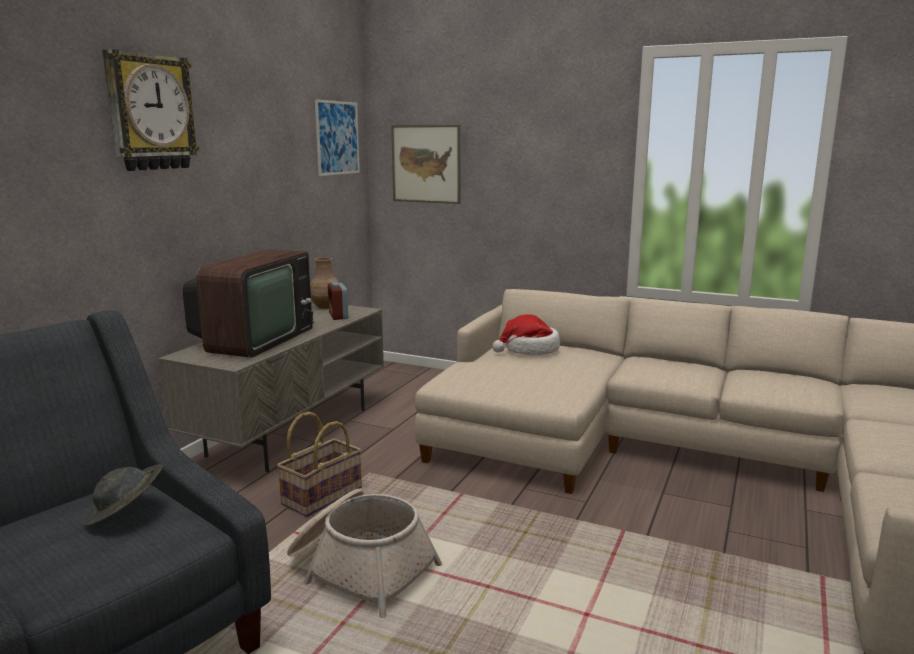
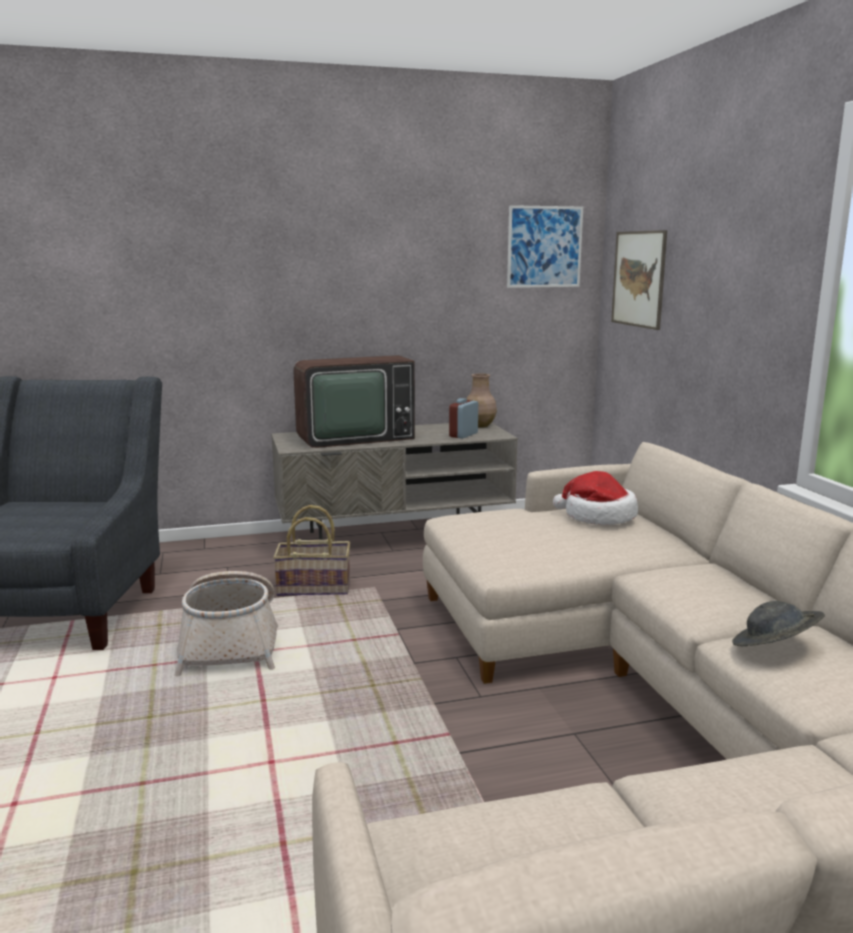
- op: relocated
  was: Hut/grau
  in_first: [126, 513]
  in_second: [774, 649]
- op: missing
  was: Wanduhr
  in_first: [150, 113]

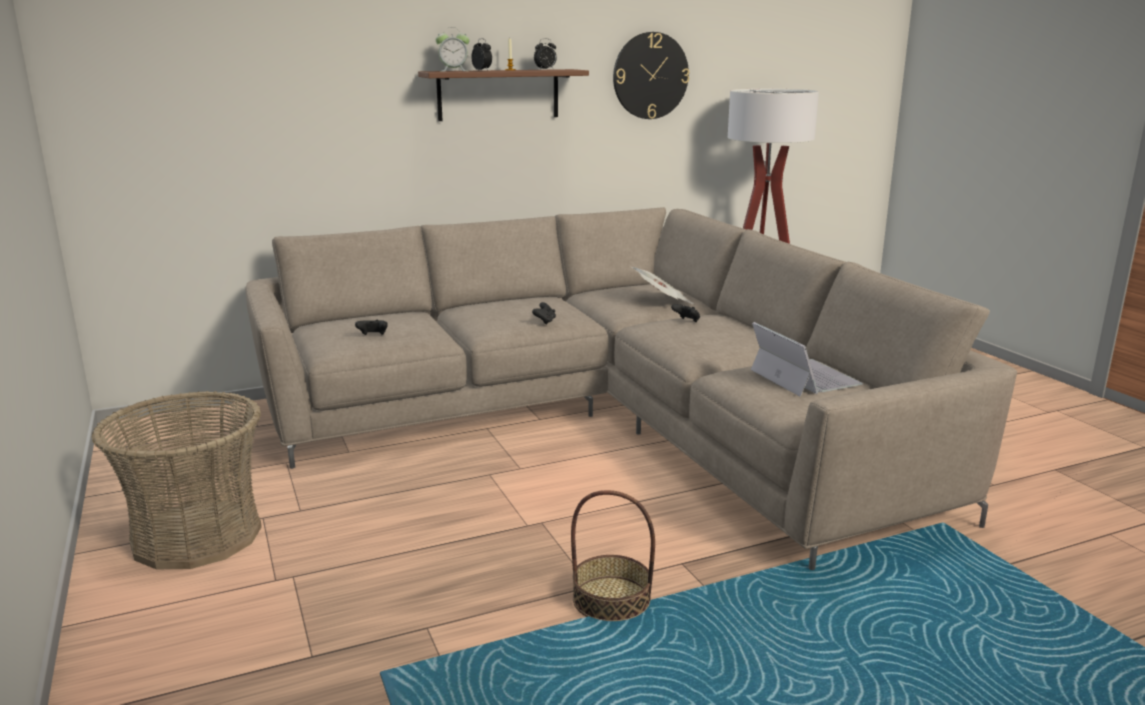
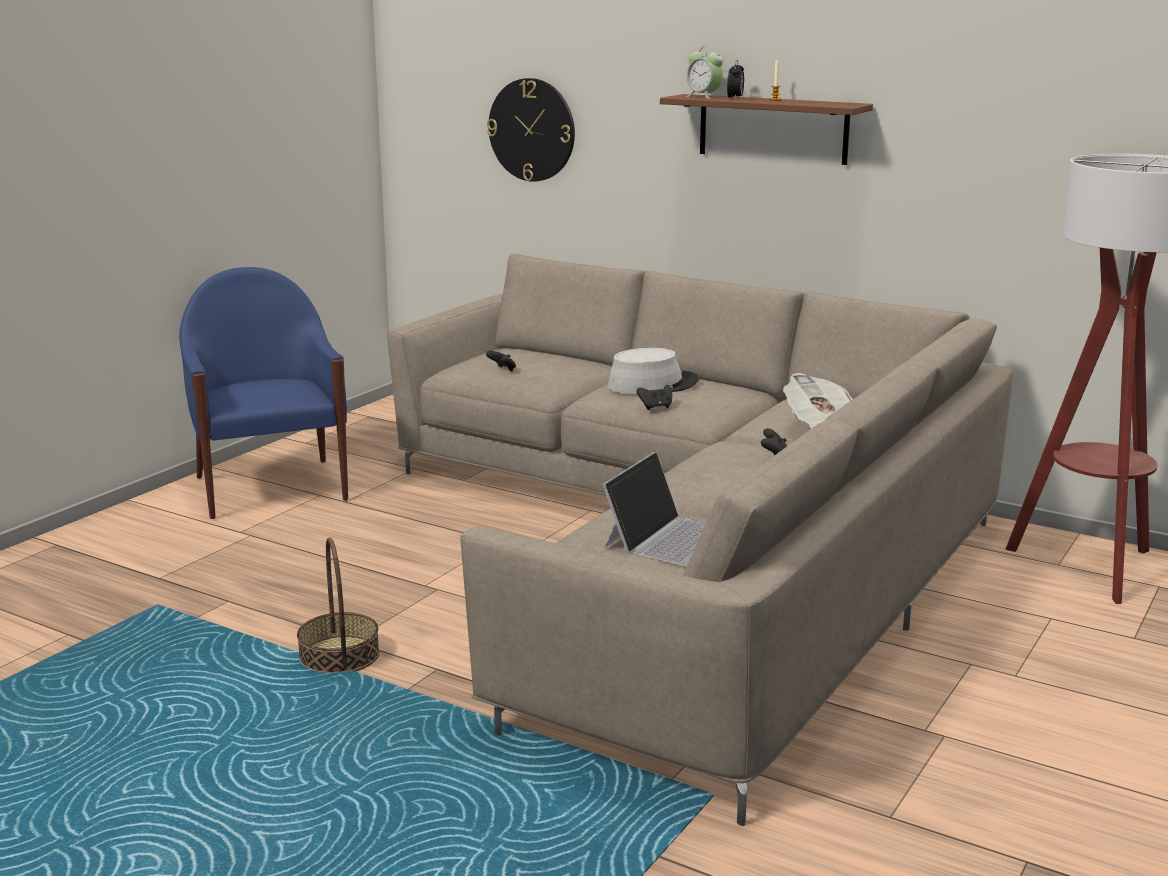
- op: exchanged
  was: Korb
  now: Sessel/blau
  in_first: [197, 535]
  in_second: [271, 487]
- op: missing
  was: Wecker
  in_first: [545, 69]
- op: relocated
  was: Wanduhr
  in_first: [650, 76]
  in_second: [532, 130]
- op: appeared
  now: Hut/grau
  in_second: [652, 384]

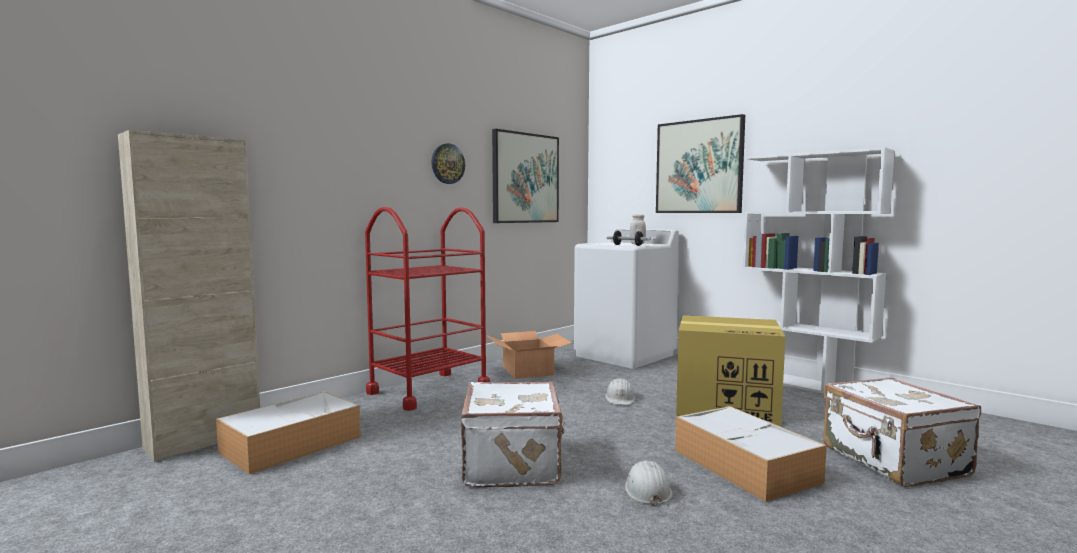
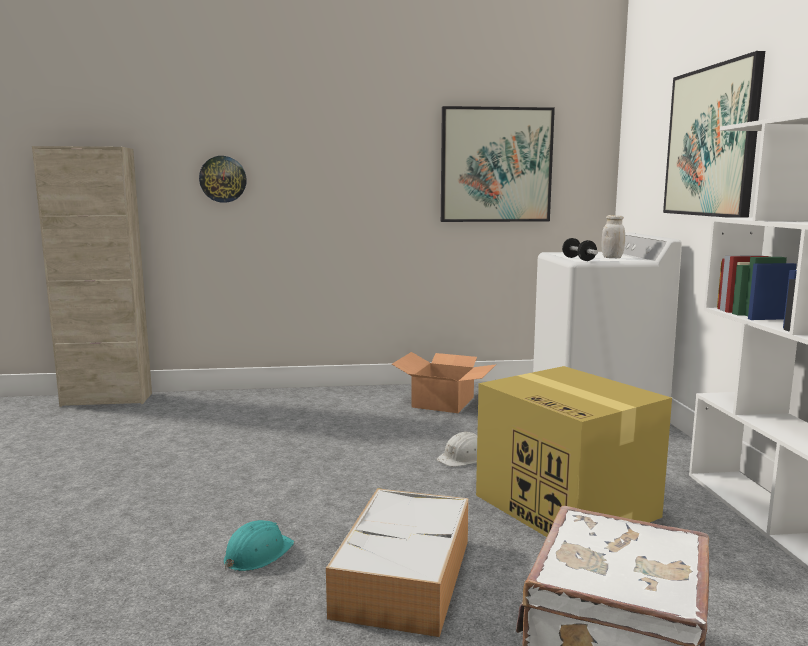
- op: missing
  was: Aufbewahrungsbox
  in_first: [293, 444]
- op: missing
  was: Rollwagen/rot
  in_first: [429, 390]
- op: relocated
  was: Wanduhr
  in_first: [447, 163]
  in_second: [223, 179]
- op: missing
  was: Koffer/weiß
  in_first: [514, 464]
- op: colour
  was: Schutzhelm/weiß
  now: Schutzhelm/türkis
  in_first: [647, 490]
  in_second: [257, 554]

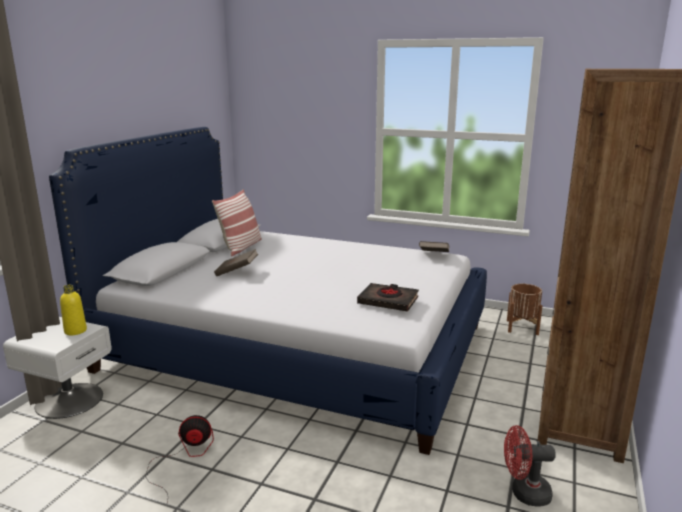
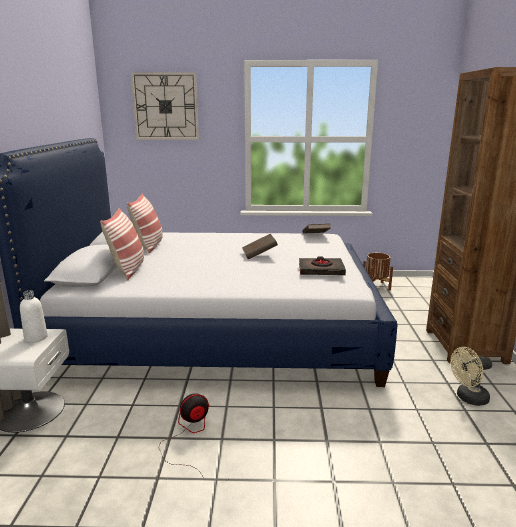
- op: colour
  was: Flasche/gelb
  now: Flasche/weiß
  in_first: [75, 331]
  in_second: [36, 338]
- op: relocated
  was: Buch/braun
  in_first: [237, 272]
  in_second: [259, 255]
- op: colour
  was: Ventilator/rot
  now: Ventilator/beige
  in_first: [524, 493]
  in_second: [468, 398]
- op: appeared
  now: Kissen
  in_second: [128, 269]
- op: appeared
  now: Wanduhr
  in_second: [165, 106]

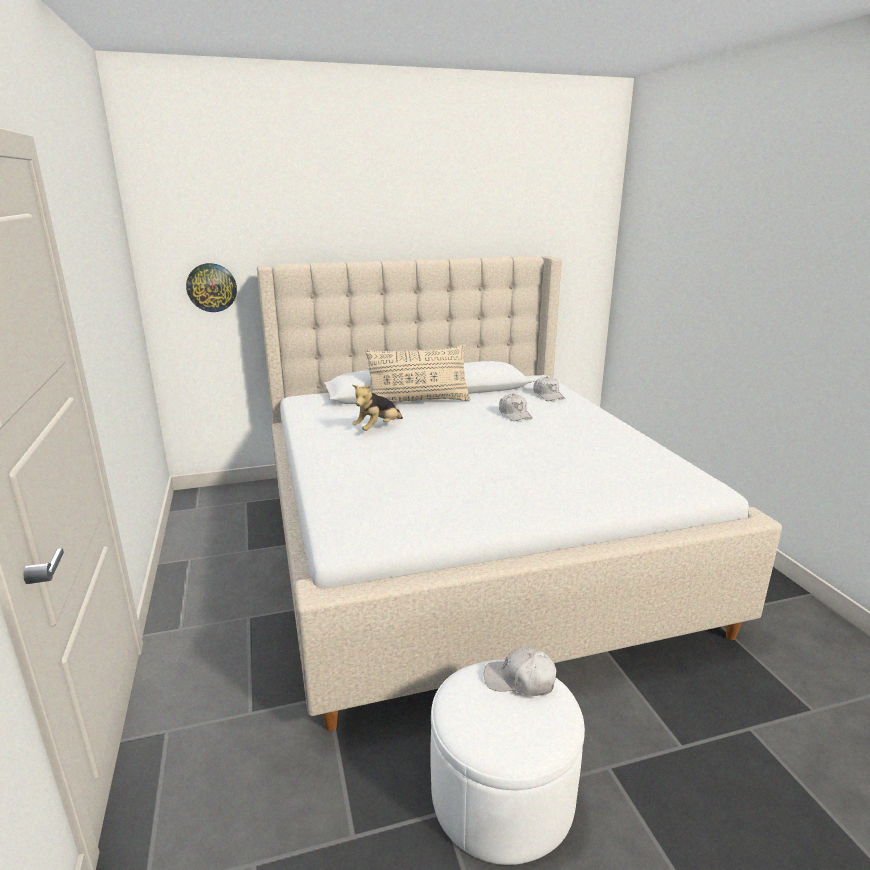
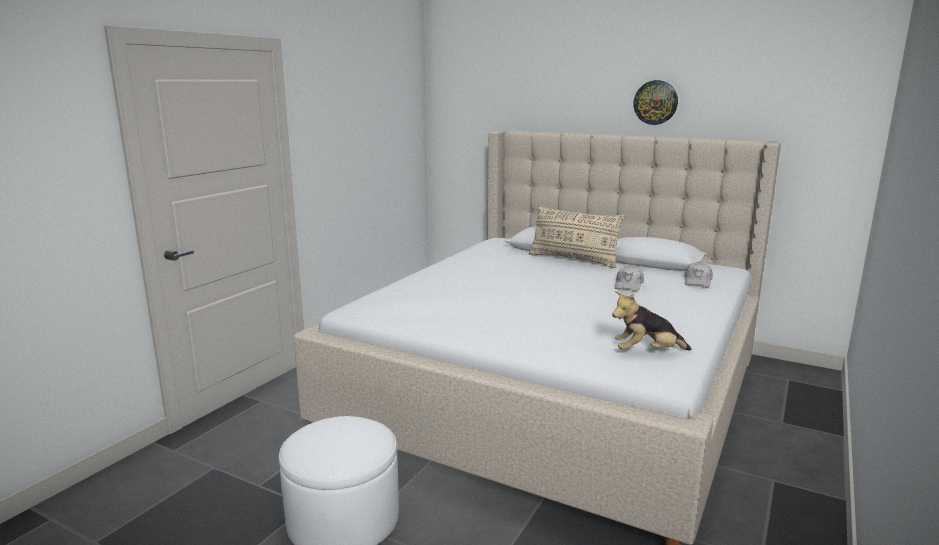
- op: relocated
  was: Wanduhr
  in_first: [211, 287]
  in_second: [655, 102]
- op: relocated
  was: Plüschtier
  in_first: [378, 428]
  in_second: [647, 352]
- op: missing
  was: Kappe/weiß
  in_first: [520, 680]

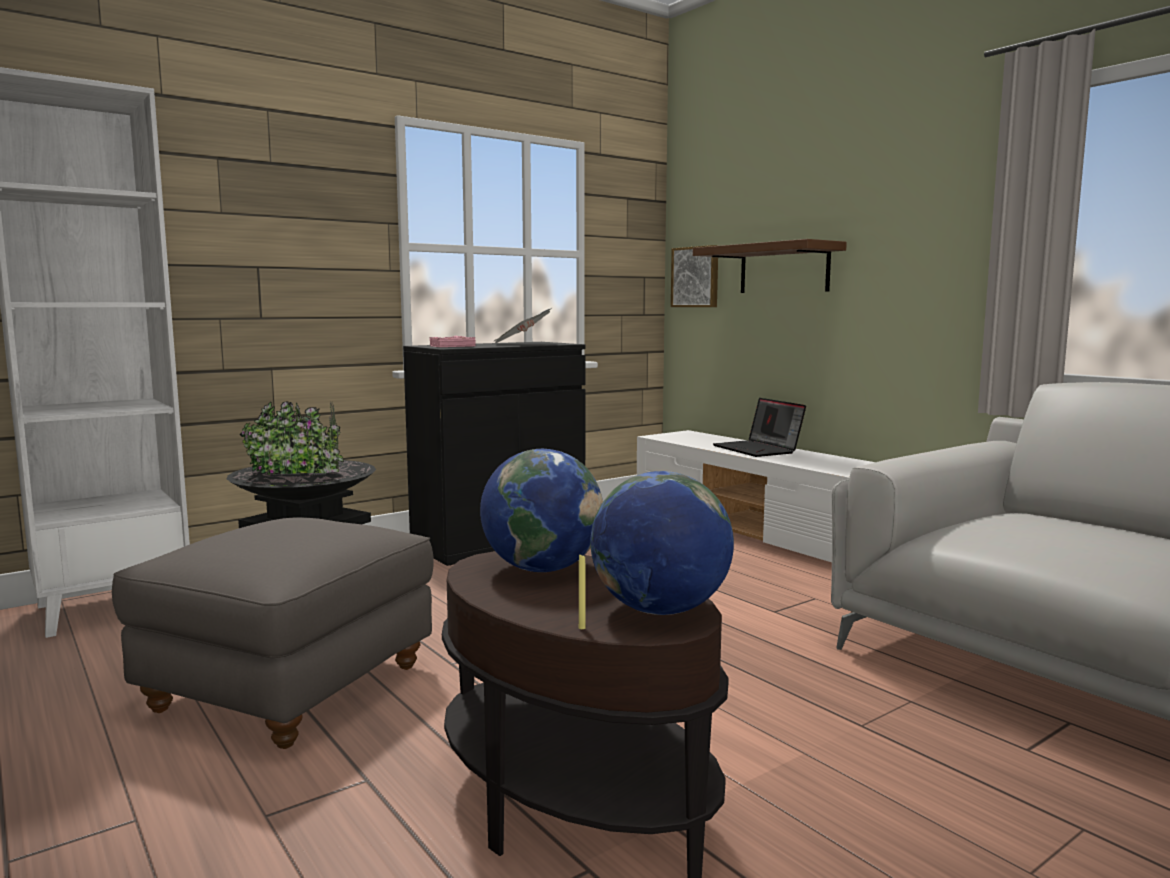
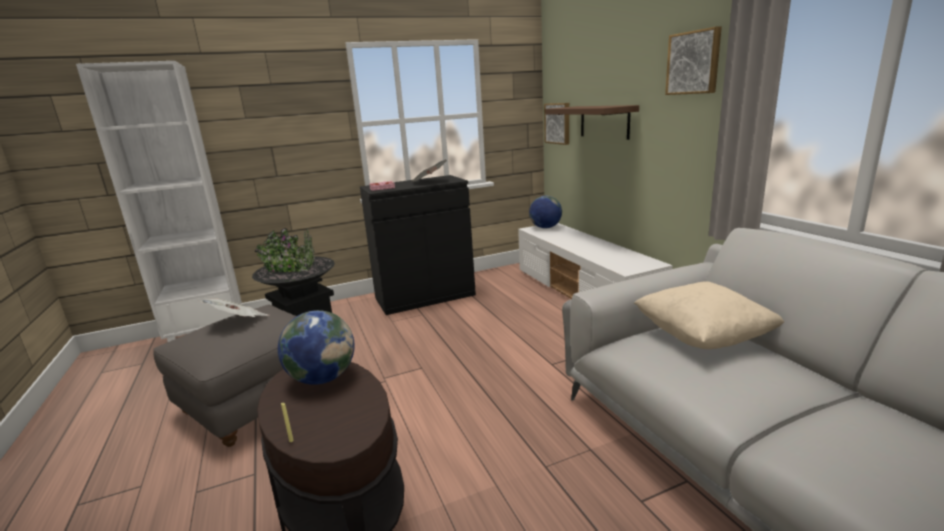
- op: relocated
  was: Globus
  in_first: [660, 610]
  in_second: [545, 227]
- op: missing
  was: Laptop
  in_first: [758, 449]
- op: appeared
  now: Zeitung
  in_second: [239, 321]
- op: appeared
  now: Kissen/beige
  in_second: [702, 337]
- op: appeared
  now: Bild
  in_second: [694, 63]

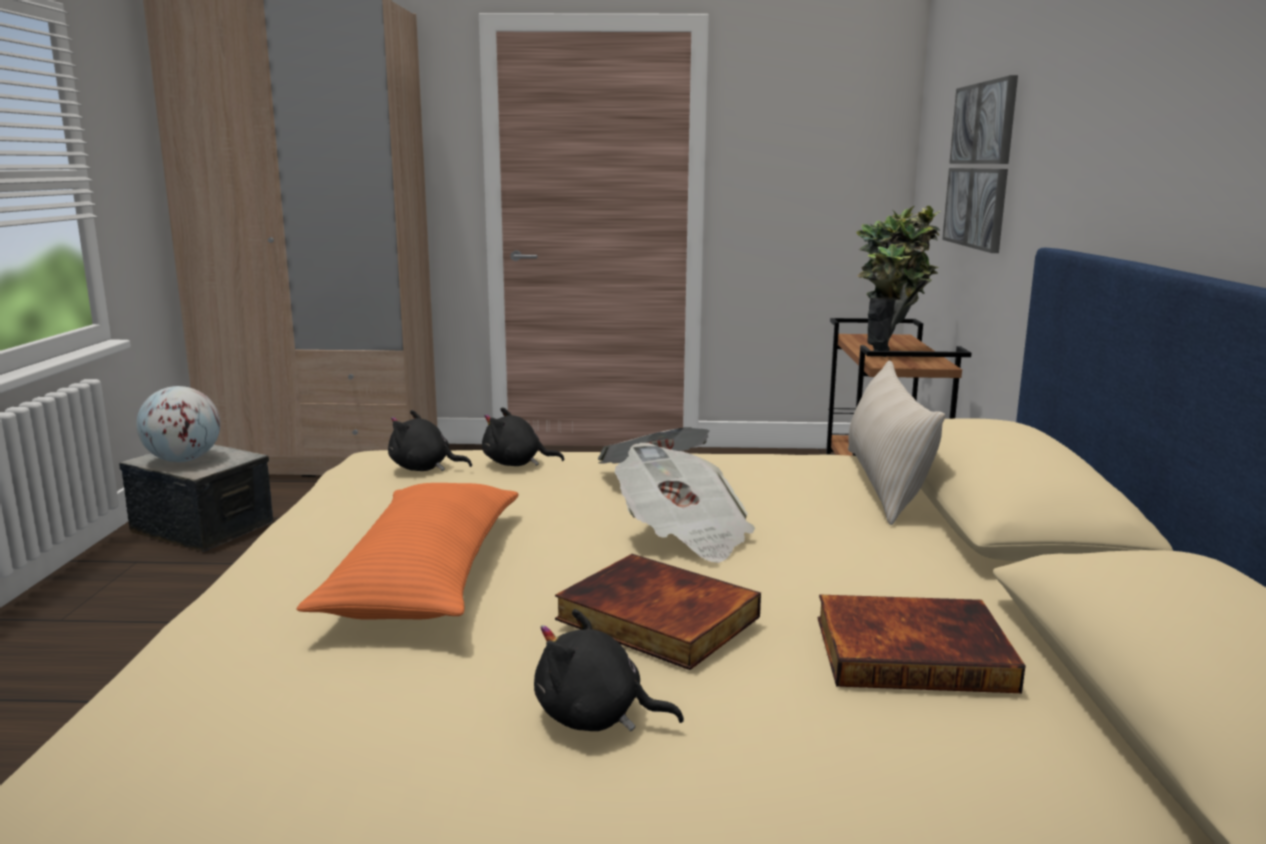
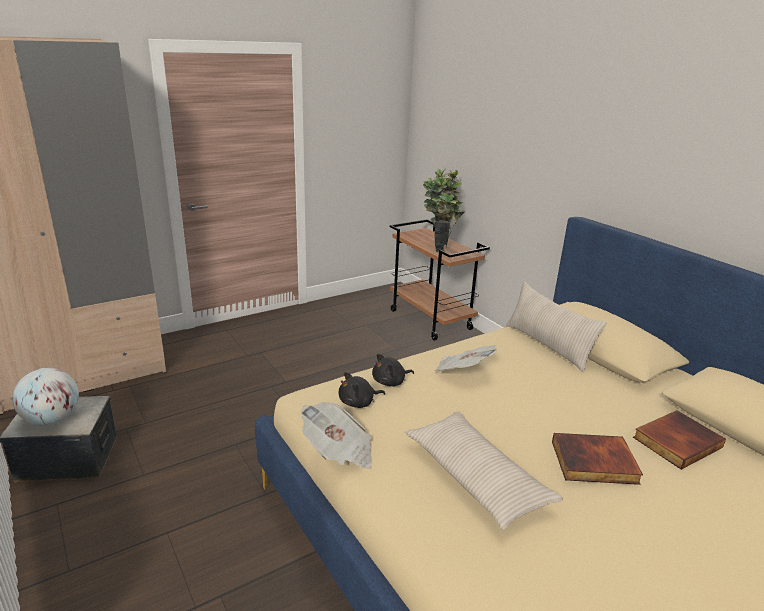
- op: colour
  was: Kissen/orange
  now: Kissen/beige
  in_first: [425, 576]
  in_second: [476, 477]
- op: missing
  was: Plüschtier/schwarz
  in_first: [595, 717]
- op: relocated
  was: Zeitung
  in_first: [684, 536]
  in_second: [339, 452]
- op: missing
  was: Bild
  in_first: [980, 166]

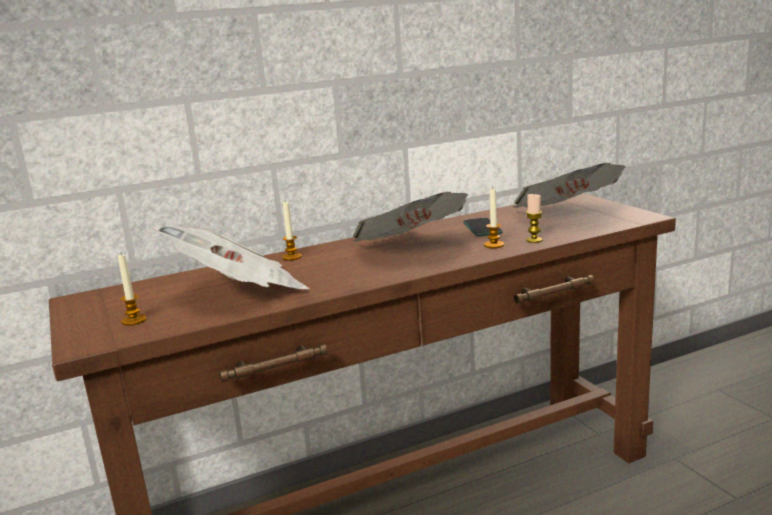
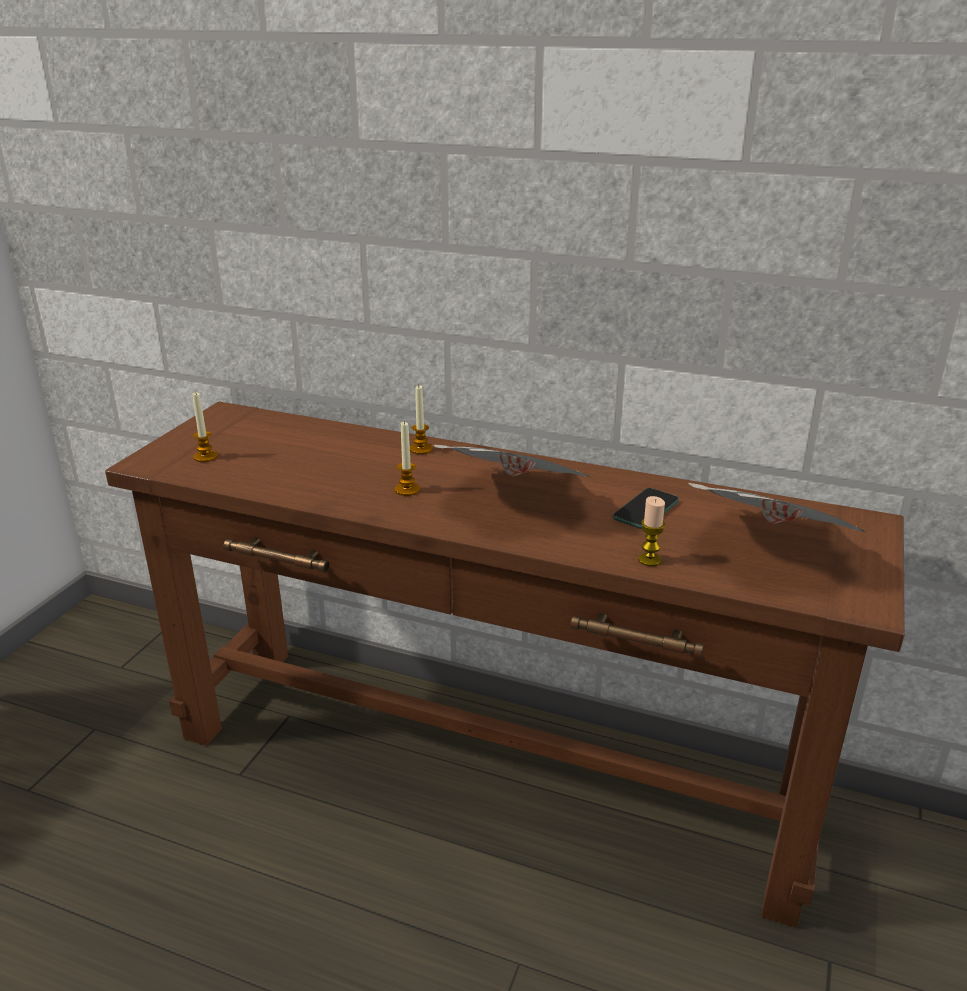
- op: missing
  was: Zeitung
  in_first: [240, 292]
- op: relocated
  was: Kerze
  in_first: [494, 245]
  in_second: [407, 490]

